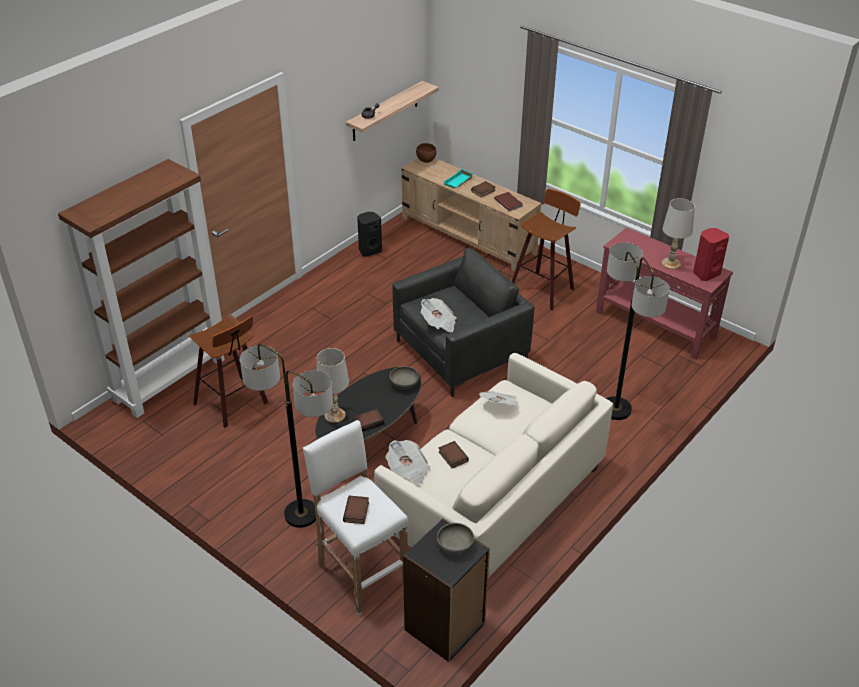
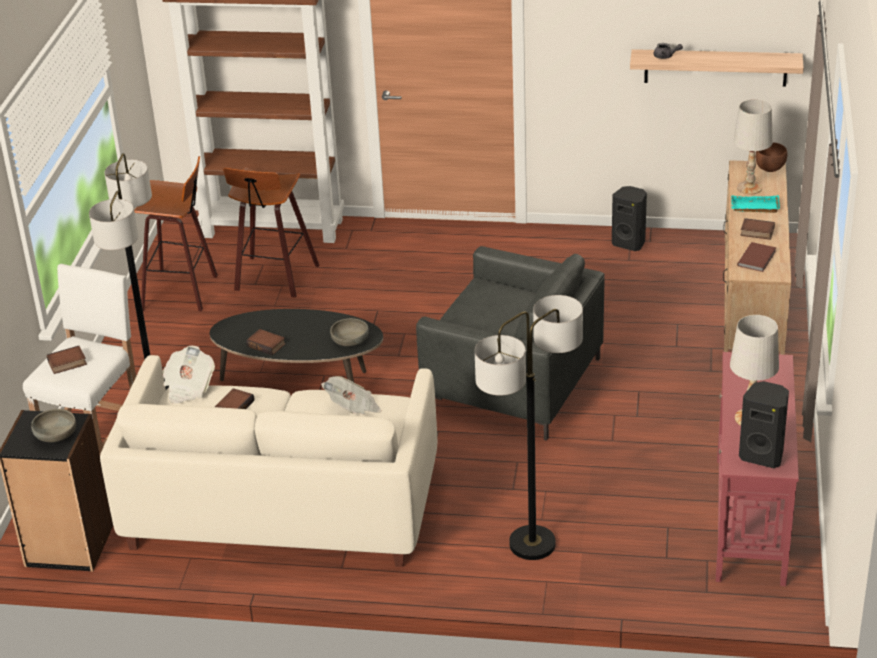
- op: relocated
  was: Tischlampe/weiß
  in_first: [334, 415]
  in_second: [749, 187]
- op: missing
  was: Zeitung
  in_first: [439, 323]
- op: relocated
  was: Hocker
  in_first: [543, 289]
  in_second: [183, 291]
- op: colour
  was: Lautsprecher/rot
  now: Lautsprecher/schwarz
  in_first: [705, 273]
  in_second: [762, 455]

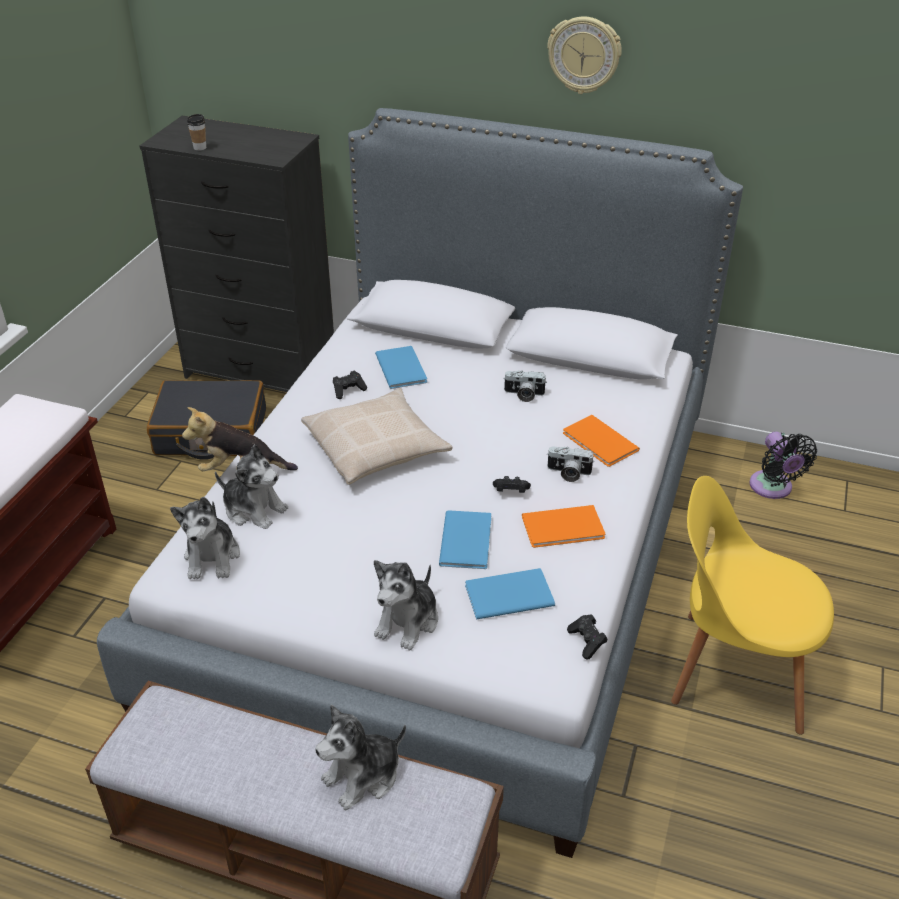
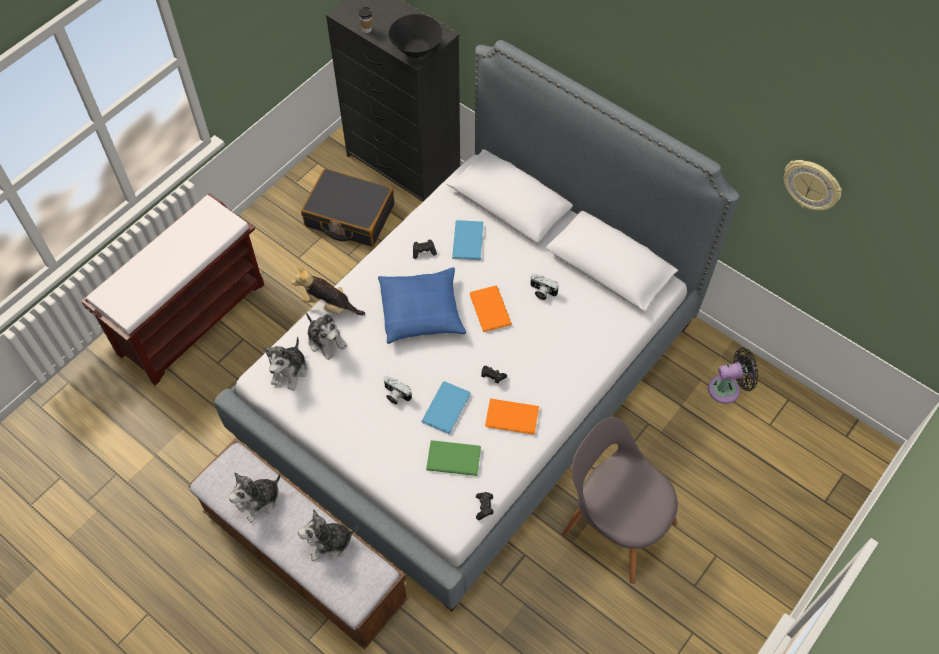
- op: colour
  was: Kissen/beige
  now: Kissen/blau
  in_first: [376, 447]
  in_second: [421, 311]
- op: relocated
  was: Plüschtier
  in_first: [408, 622]
  in_second: [259, 501]
- op: colour
  was: Buch/blau
  now: Buch/grün
  in_first: [506, 594]
  in_second: [452, 457]
- op: relocated
  was: Wanduhr
  in_first: [584, 55]
  in_second: [812, 185]
- op: relocated
  was: Kamera
  in_first: [568, 473]
  in_second: [395, 395]
- op: relocated
  was: Buch/orange
  in_first: [600, 443]
  in_second: [489, 310]
- op: colour
  was: Stuhl/gelb
  now: Stuhl/grau
  in_first: [734, 670]
  in_second: [615, 524]
- op: spun
  was: Ventilator/schwarz
  in_first: [772, 488]
  in_second: [727, 389]
  clockwise: -105
- op: appeared
  now: Schüssel/schwarz
  in_second: [416, 49]

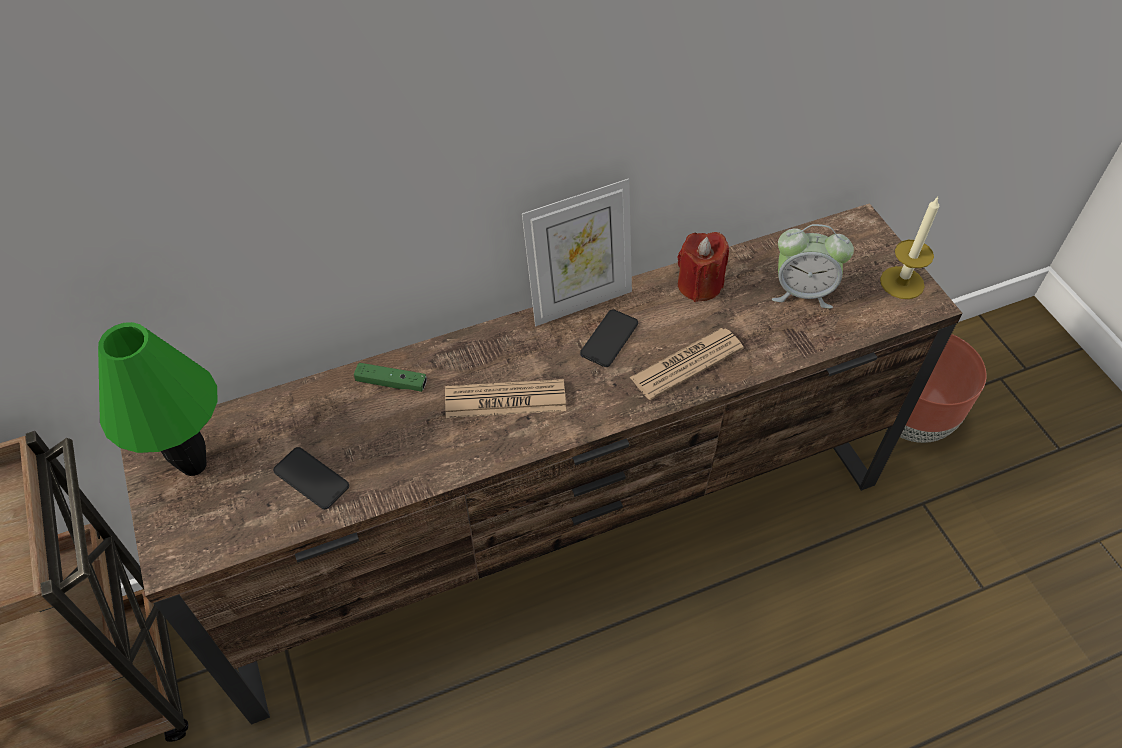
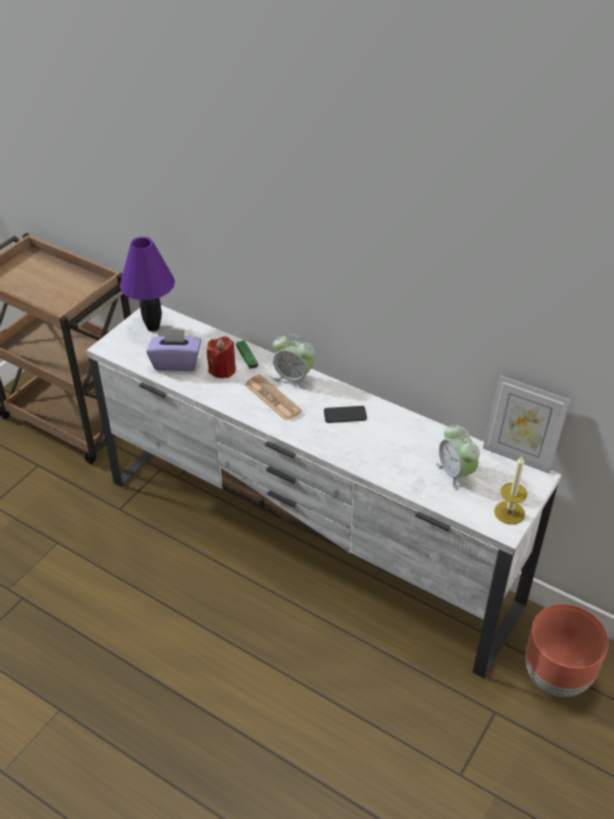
- op: colour
  was: Tischlampe/grün
  now: Tischlampe/lila
  in_first: [195, 465]
  in_second: [153, 327]
- op: colour
  was: Fernsehschrank/braun
  now: Fernsehschrank/weiß
  in_first: [563, 536]
  in_second: [309, 542]
- op: exchanged
  was: Handy
  now: Taschentuchbox/lila
  in_first: [311, 478]
  in_second: [176, 362]
- op: relocated
  was: Bilderrahmen
  in_first: [579, 300]
  in_second: [518, 456]
- op: missing
  was: Zeitung
  in_first: [686, 364]
- op: relocated
  was: Kerze/rot
  in_first: [699, 285]
  in_second: [222, 370]
- op: appeared
  now: Wecker
  in_second: [293, 378]

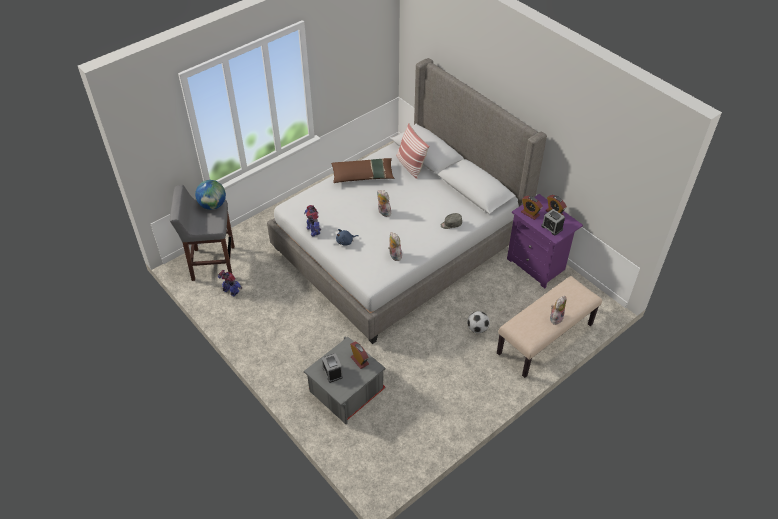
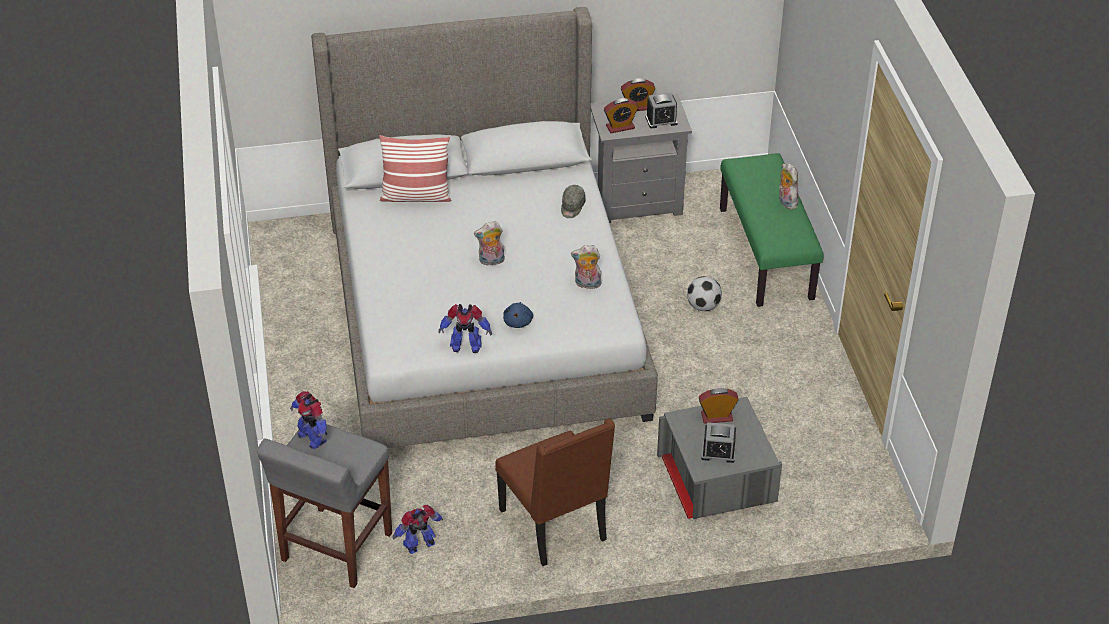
- op: exchanged
  was: Globus
  now: Spielzeugroboter
  in_first: [213, 205]
  in_second: [312, 437]
- op: missing
  was: Kissen/braun
  in_first: [363, 175]
- op: colour
  was: Bank/beige
  now: Bank/grün
  in_first: [545, 339]
  in_second: [767, 254]
- op: colour
  was: Nachttisch/lila
  now: Nachttisch/grau
  in_first: [537, 265]
  in_second: [637, 201]
- op: appeared
  now: Stuhl/braun
  in_second: [556, 526]

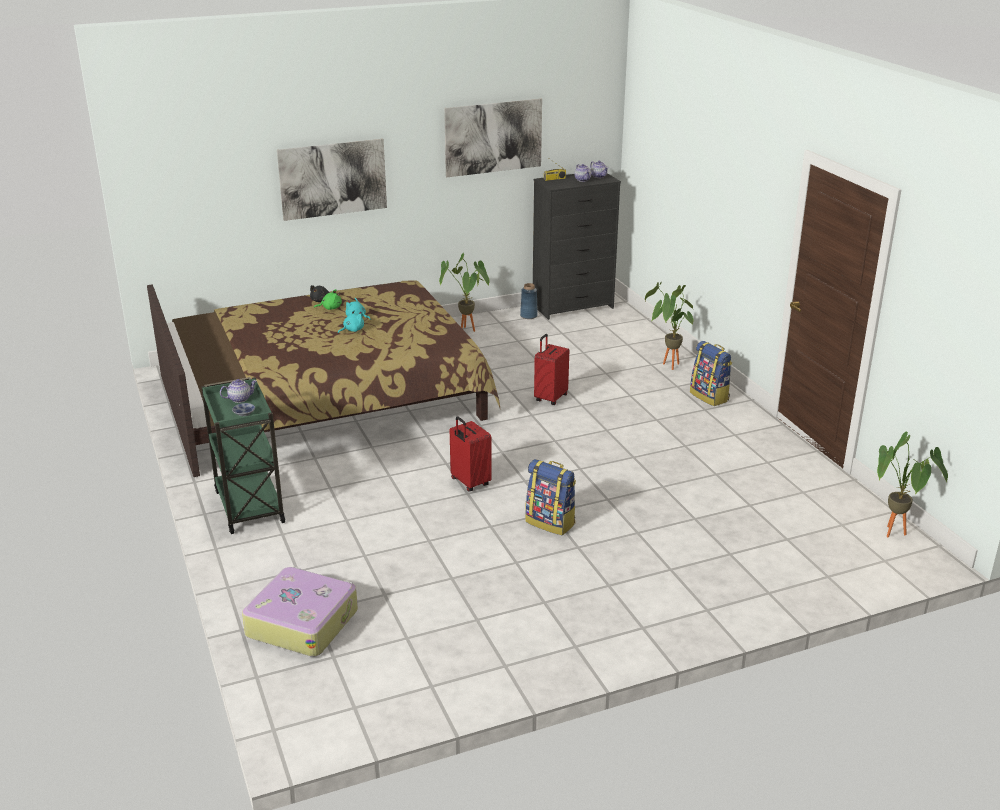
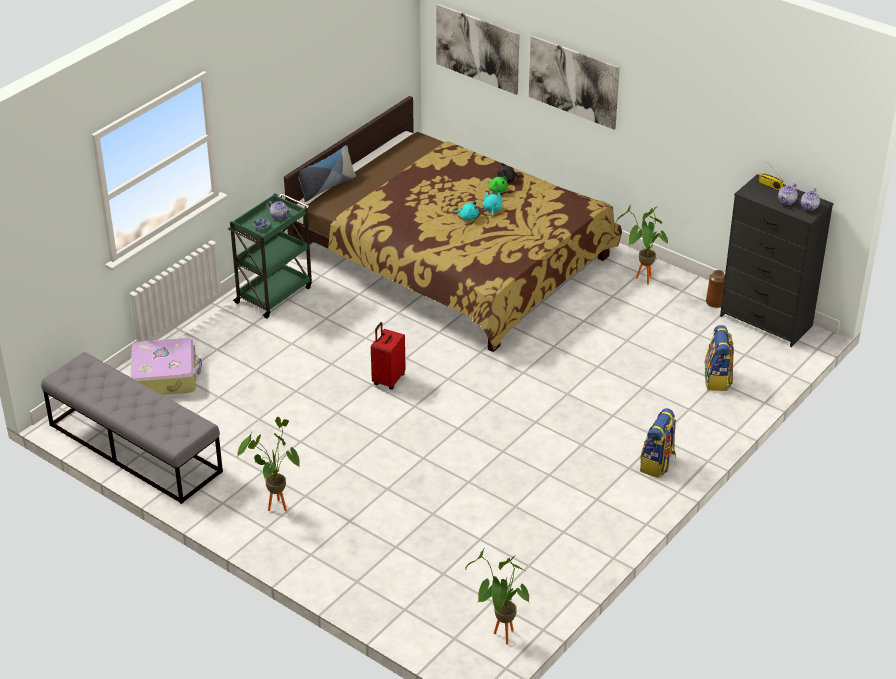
- op: relocated
  was: Bild
  in_first: [493, 137]
  in_second: [477, 48]
- op: colour
  was: Vase/blau
  now: Vase/braun
  in_first: [529, 316]
  in_second: [715, 302]
- op: relocated
  was: Rucksack
  in_first: [551, 522]
  in_second: [717, 379]
- op: missing
  was: Koffer/rot
  in_first: [550, 398]
- op: relocated
  was: Topfpflanze
  in_first: [667, 366]
  in_second: [274, 504]
- op: appeared
  now: Bank/grau
  in_second: [134, 448]
- op: appeared
  now: Kissen
  in_second: [326, 187]

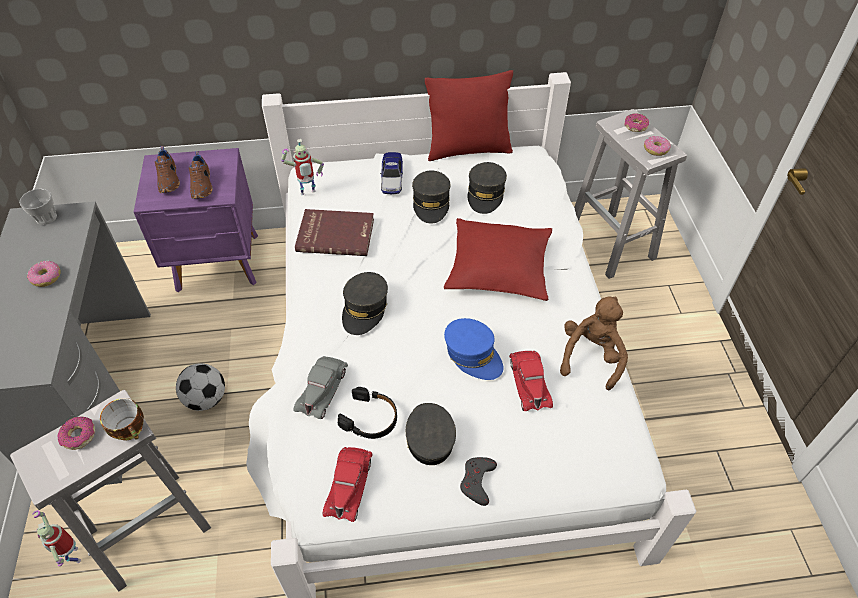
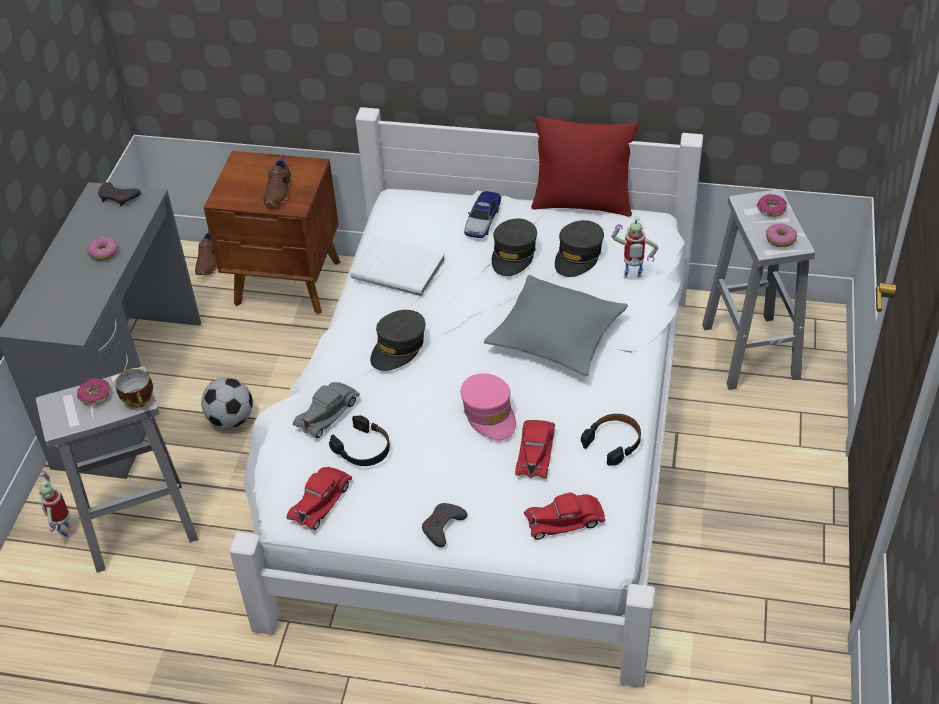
- op: exchanged
  was: Tasse
  now: Gamepad/grau
  in_first: [46, 218]
  in_second: [118, 197]
- op: colour
  was: Nachttisch/lila
  now: Nachttisch/braun
  in_first: [219, 263]
  in_second: [288, 284]
- op: relocated
  was: Schuh/braun
  in_first: [169, 179]
  in_second: [209, 262]
- op: relocated
  was: Spielzeugroboter
  in_first: [308, 194]
  in_second: [632, 278]
- op: colour
  was: Buch/rot
  now: Buch/weiß
  in_first: [336, 234]
  in_second: [399, 268]
- op: missing
  was: Kappe/grau
  in_first: [429, 437]
- op: colour
  was: Kissen/rot
  now: Kissen/grau
  in_first: [498, 268]
  in_second: [556, 335]
- op: colour
  was: Kappe/blau
  now: Kappe/rosa
  in_first: [473, 355]
  in_second: [489, 414]
- op: exchanged
  was: Plüschtier/braun
  now: Kopfhörer/schwarz
  in_first: [591, 356]
  in_second: [613, 442]
- op: appeared
  now: Spielzeugauto/rot
  in_second: [565, 520]

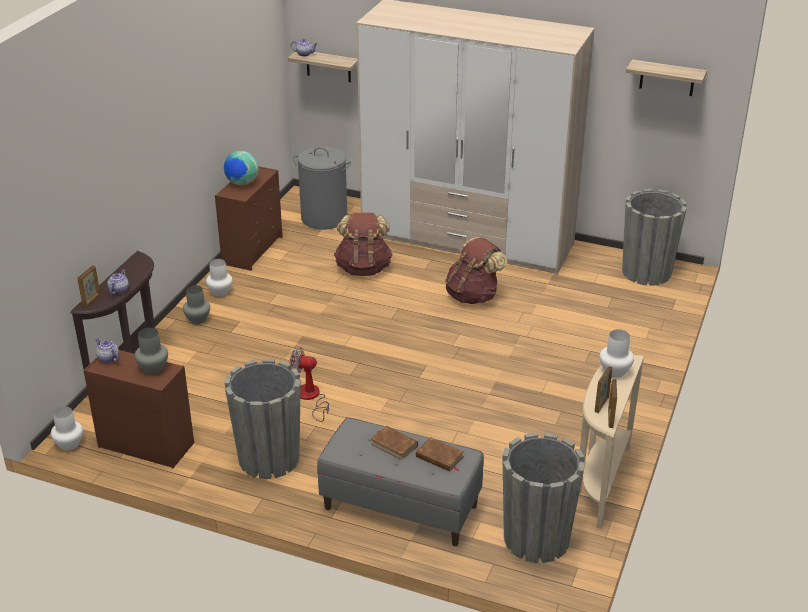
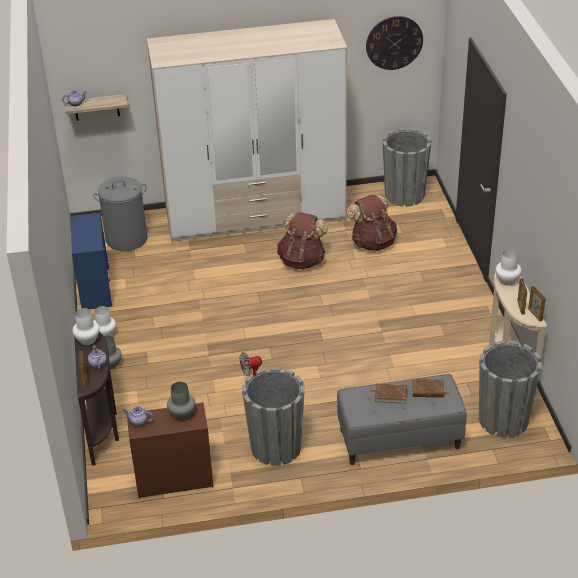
- op: relocated
  was: Vase/weiß
  in_first: [70, 444]
  in_second: [88, 339]
- op: colour
  was: Kommode/braun
  now: Kommode/blau
  in_first: [253, 250]
  in_second: [95, 288]
- op: missing
  was: Globus
  in_first: [242, 183]
- op: relocated
  was: Rucksack/braun
  in_first: [363, 268]
  in_second: [372, 242]
- op: exchanged
  was: Wandregal
  now: Wanduhr
  in_first: [667, 78]
  in_second: [394, 42]

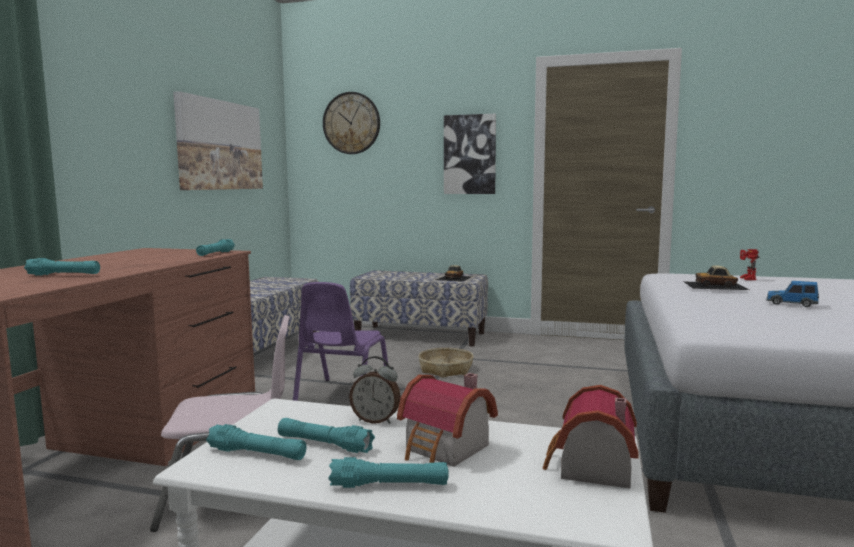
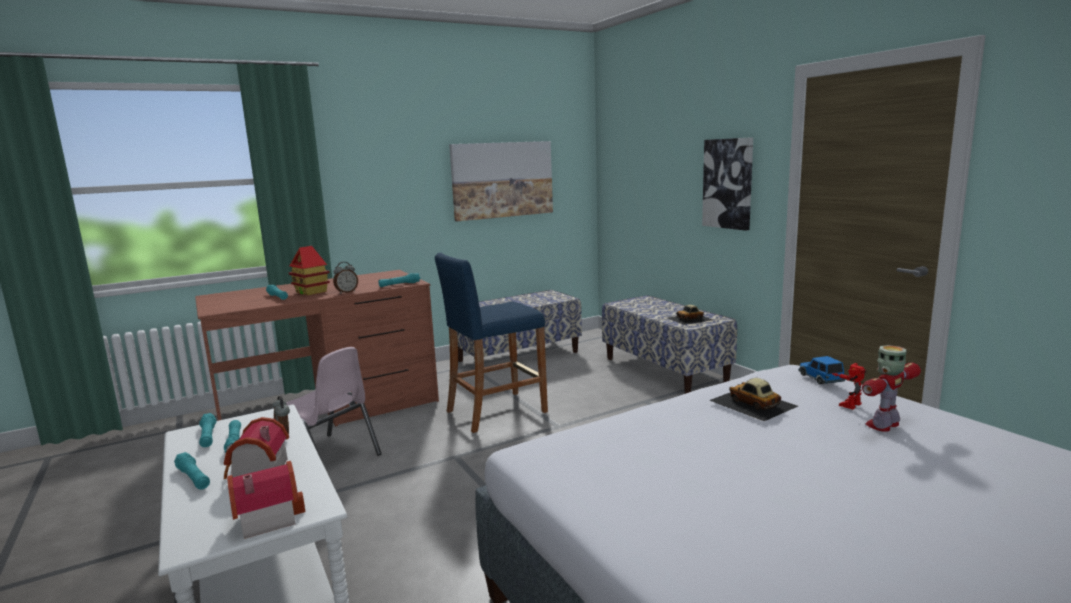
- op: exchanged
  was: Stuhl/lila
  now: Hocker/blau
  in_first: [342, 397]
  in_second: [496, 411]
- op: missing
  was: Wanduhr
  in_first: [351, 123]
- op: missing
  was: Korb
  in_first: [445, 369]
- op: relocated
  was: Spielzeugauto
  in_first: [791, 304]
  in_second: [819, 378]
- op: appeared
  now: Spielzeughaus
  in_second: [311, 292]
- op: appeared
  now: Wecker
  in_second: [346, 292]
- op: appeared
  now: Spielzeugroboter
  in_second: [884, 425]

